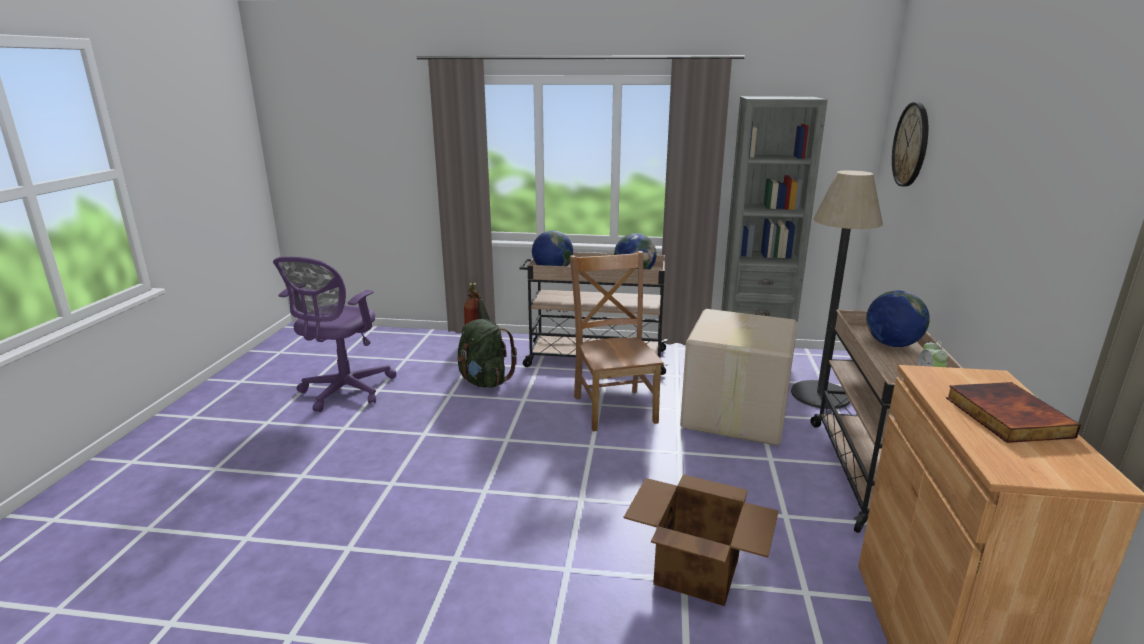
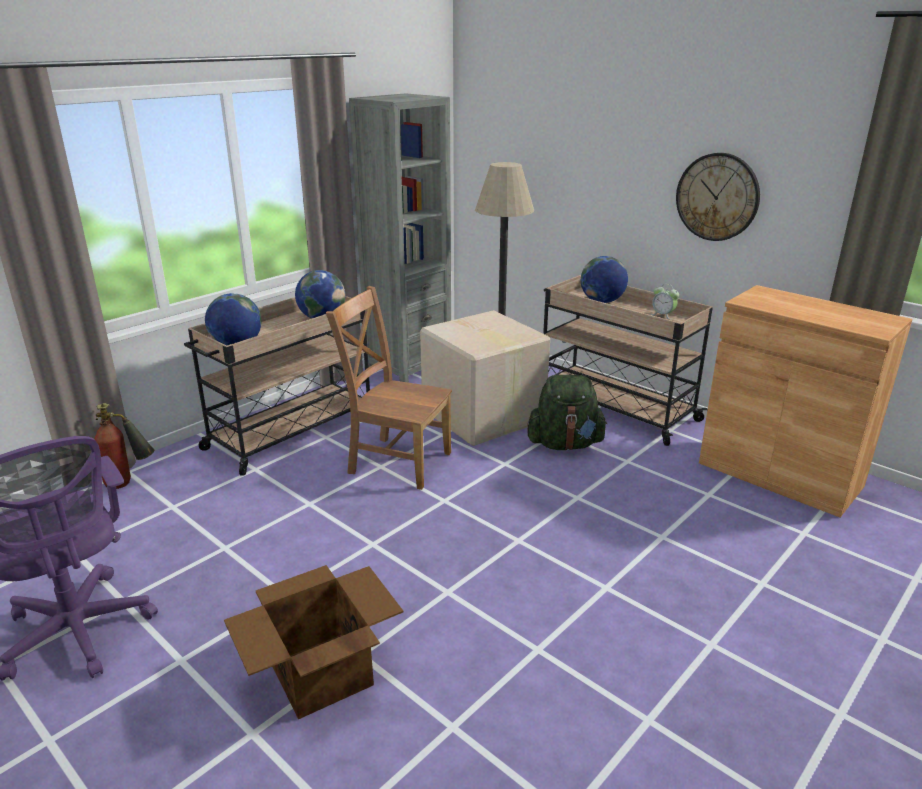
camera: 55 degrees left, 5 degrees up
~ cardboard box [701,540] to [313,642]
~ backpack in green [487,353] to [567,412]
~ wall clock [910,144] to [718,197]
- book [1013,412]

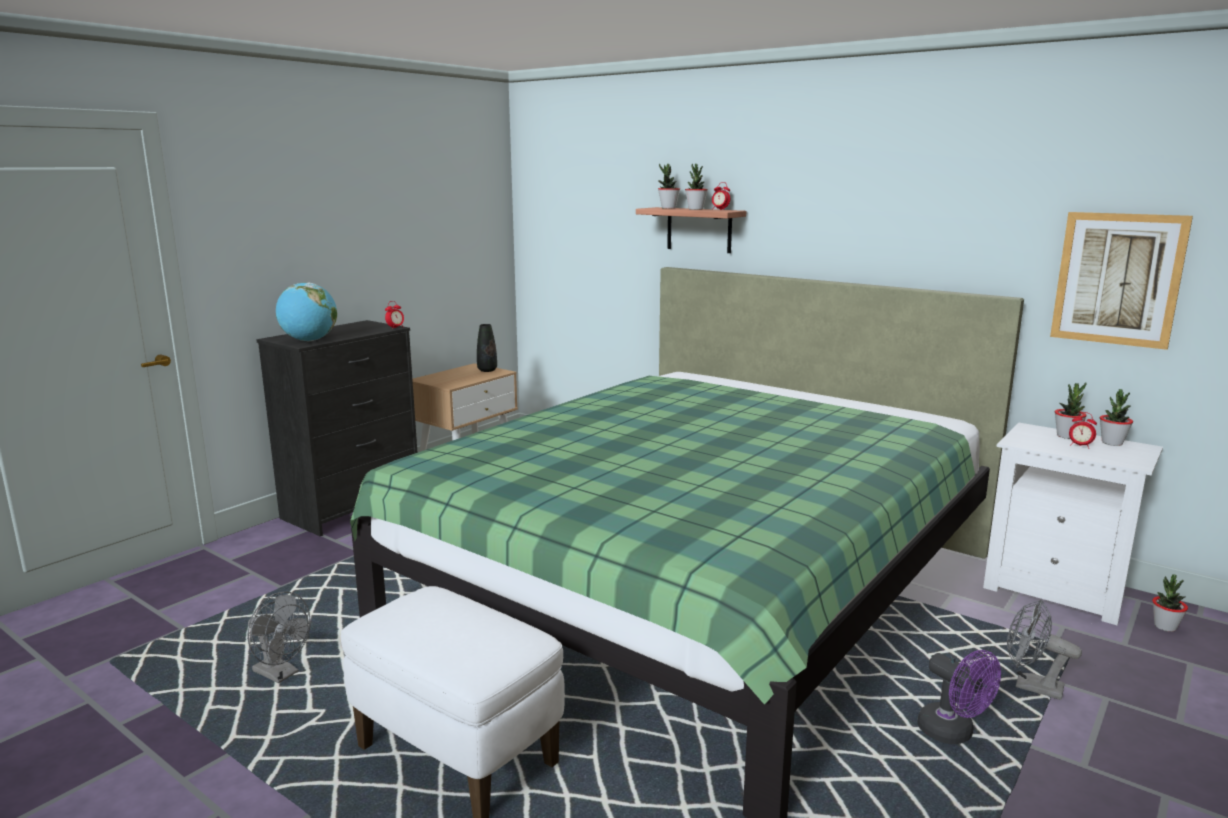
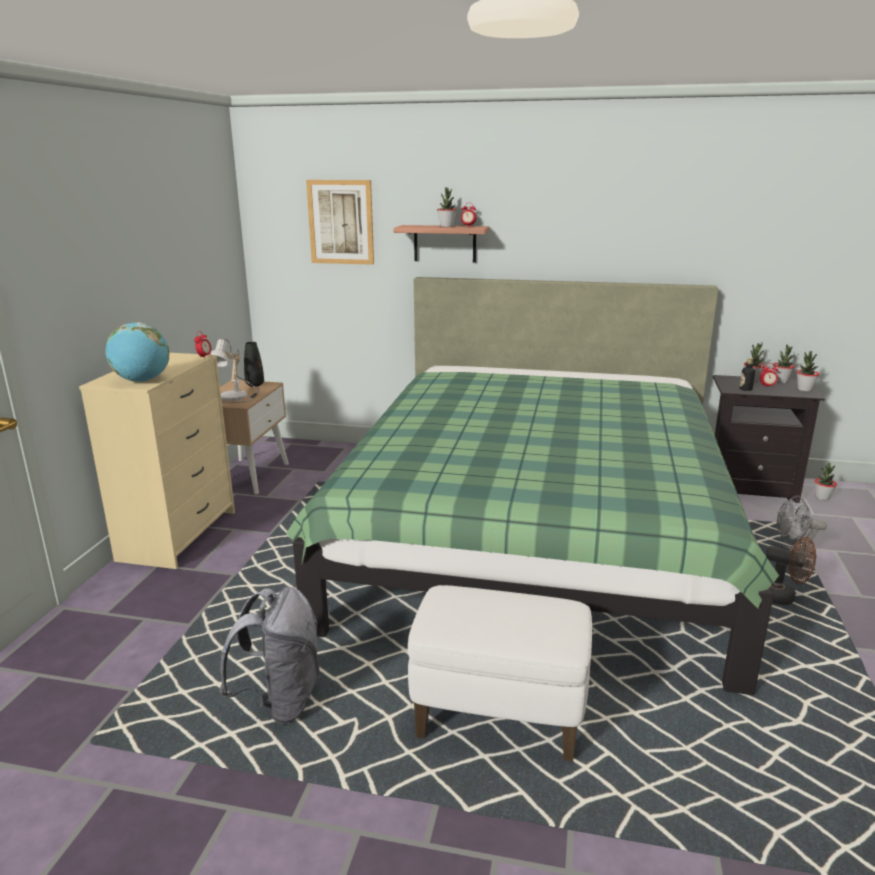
camera: 25 degrees left, 5 degrees up
~ dresser in black [337,428] to dresser in beige [157,461]
+ table lamp [234,371]
~ fan in grey [278,637] to backpack in grey [269,655]
~ picture [1121,281] to [340,222]
~ nightstand in white [1073,524] to nightstand in black [769,439]
+ bottle [747,374]
~ fan in purple [959,697] to fan in brown [791,571]
~ potted plant [669,186] to [808,371]

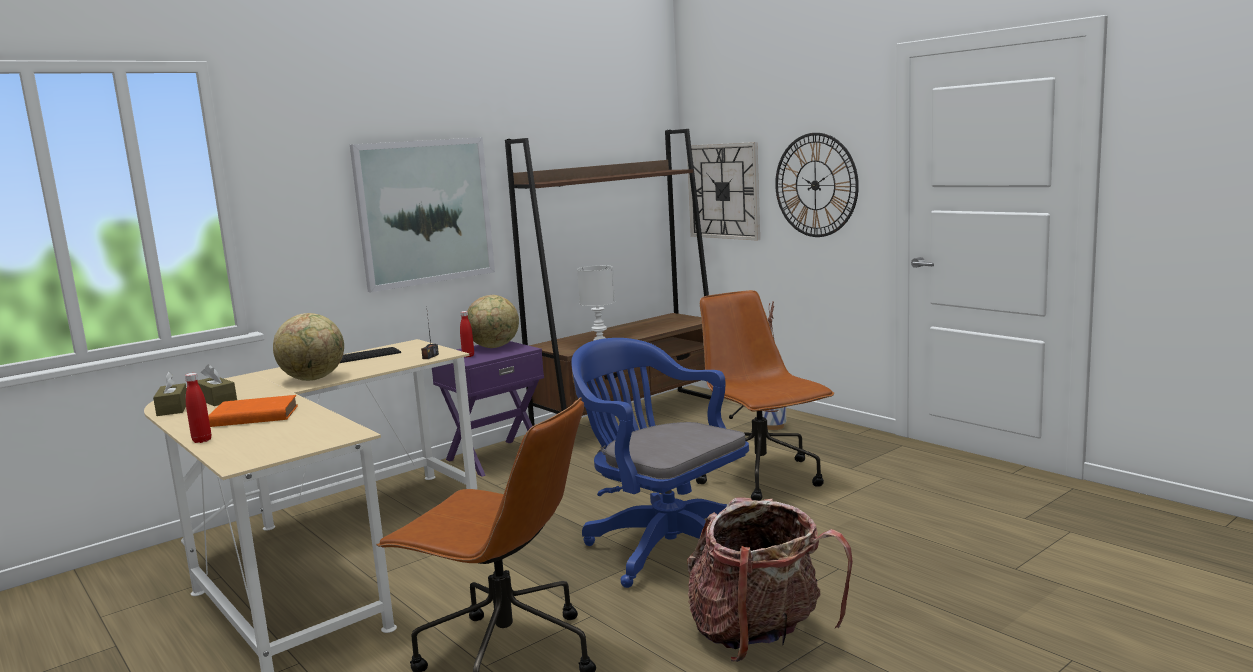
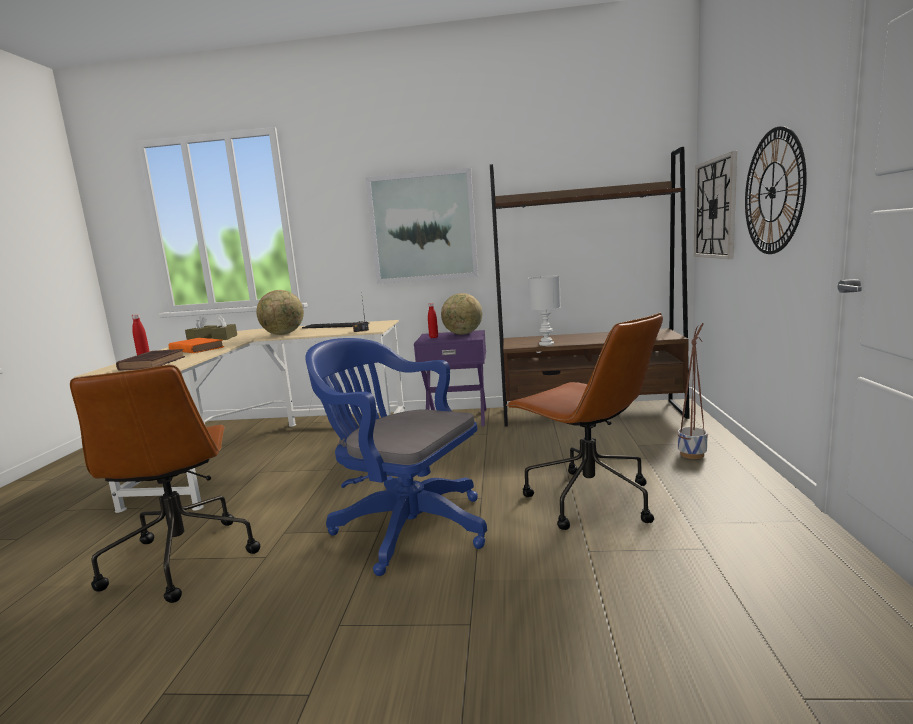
camera: 45 degrees right, 0 degrees up
+ book in brown [150,360]
~ office chair in blue [660,463] = [396,457] 60 degrees counterclockwise
~ office chair in brown [765,395] = [584,421] 120 degrees clockwise
- backpack [770,579]

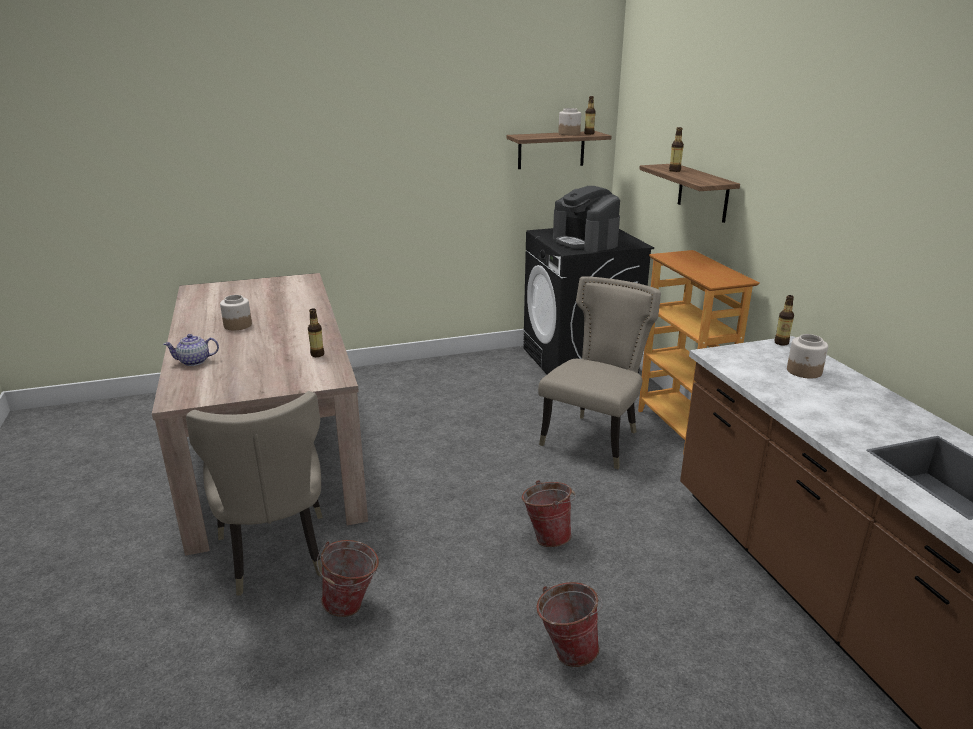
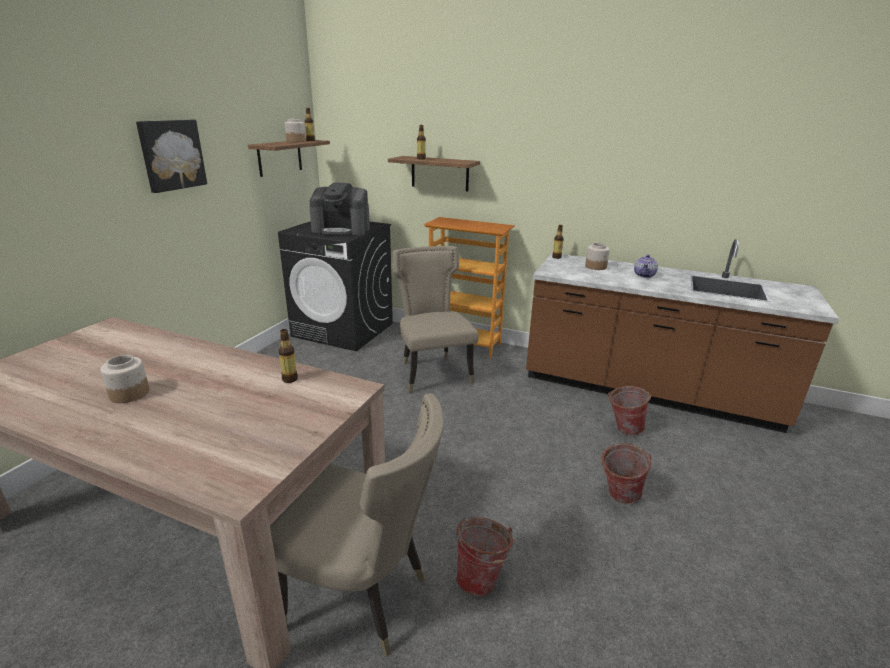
camera: 50 degrees left, 0 degrees up
+ picture [171,156]
~ bucket [549,513] to [629,410]
~ teapot [191,350] to [646,266]

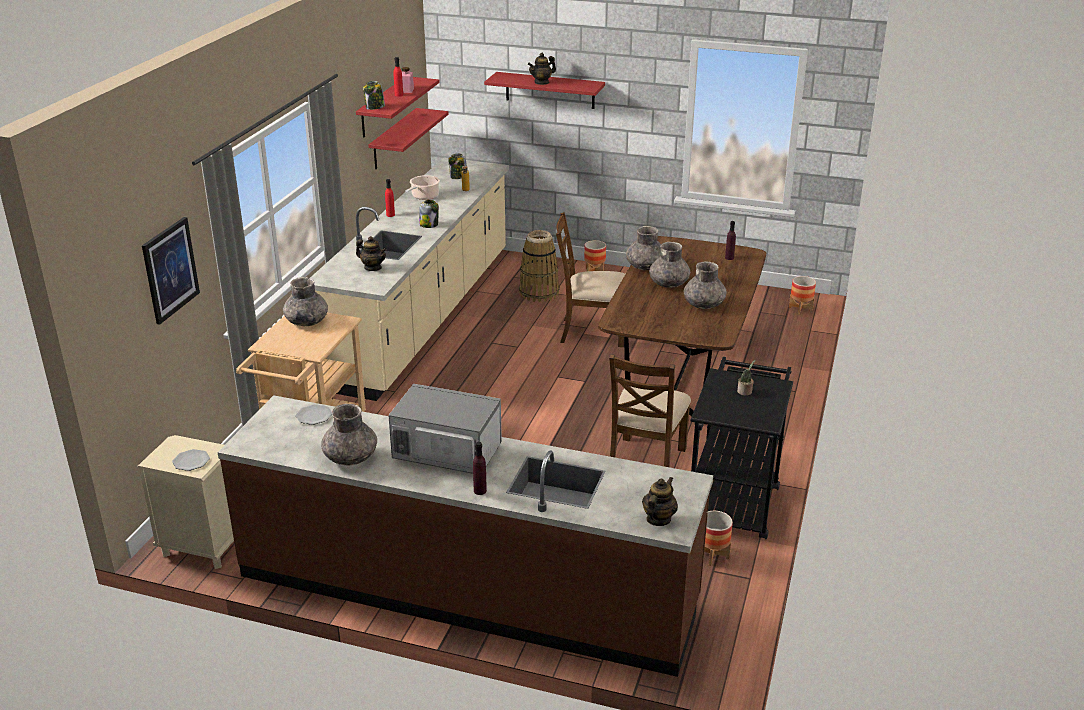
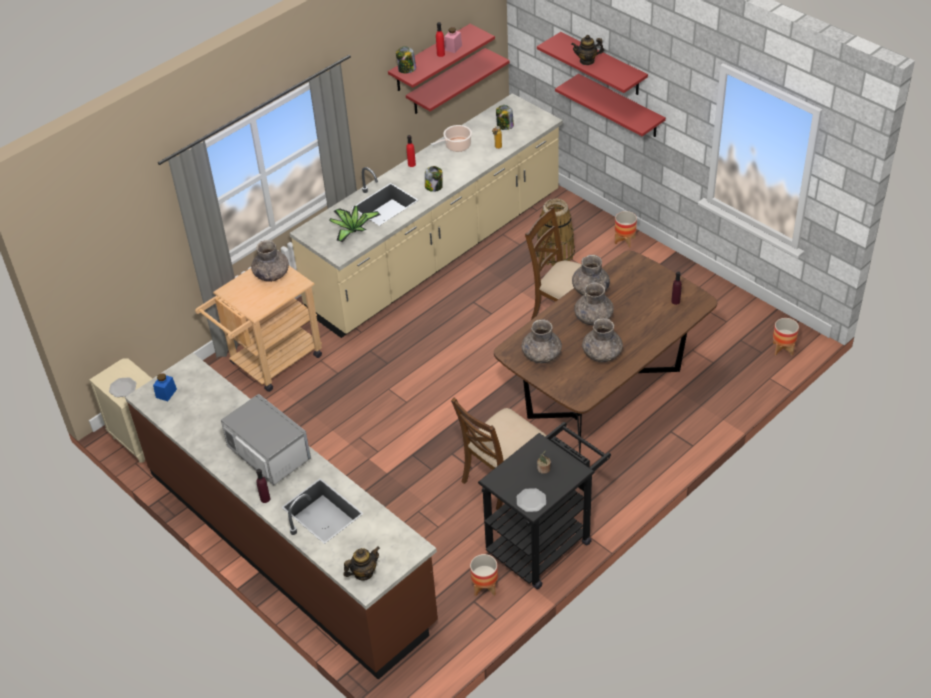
camera: 30 degrees right, 15 degrees up
+ jar in blue [165,387]
~ teapot [371,253] to potted plant [354,224]
~ plate [314,414] to [531,500]
~ vase in grey [349,434] to [542,341]
+ shelf in red [610,105]
- picture [171,270]

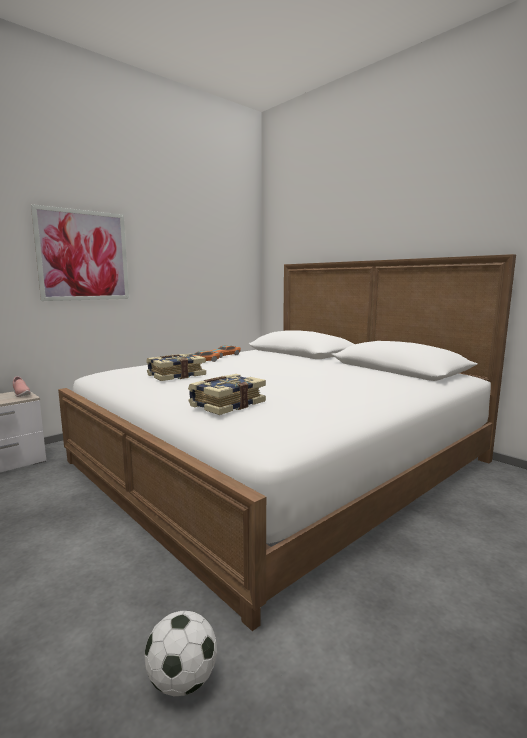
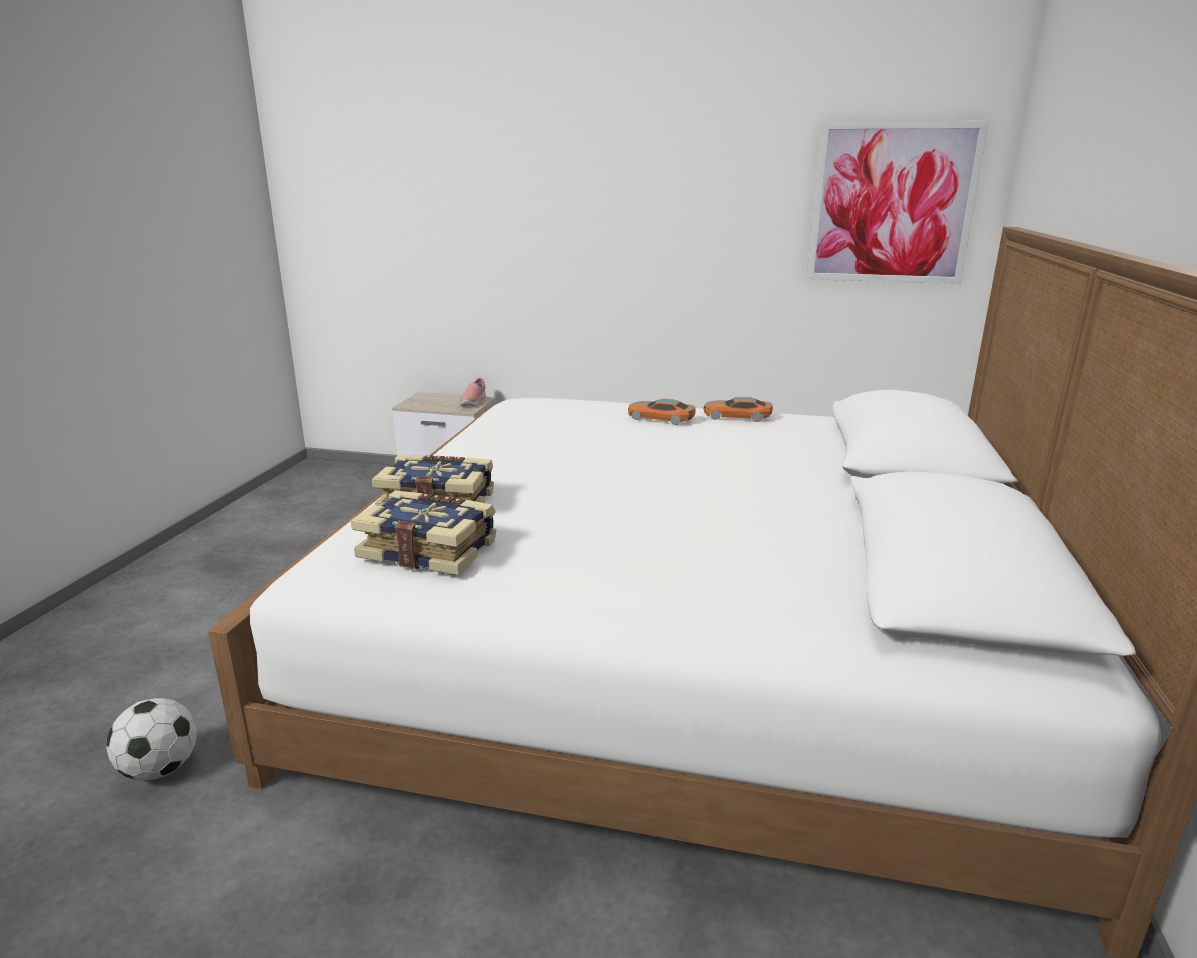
camera: 55 degrees right, 10 degrees up
~ book [176,367] to [423,533]
~ picture [80,252] to [898,202]

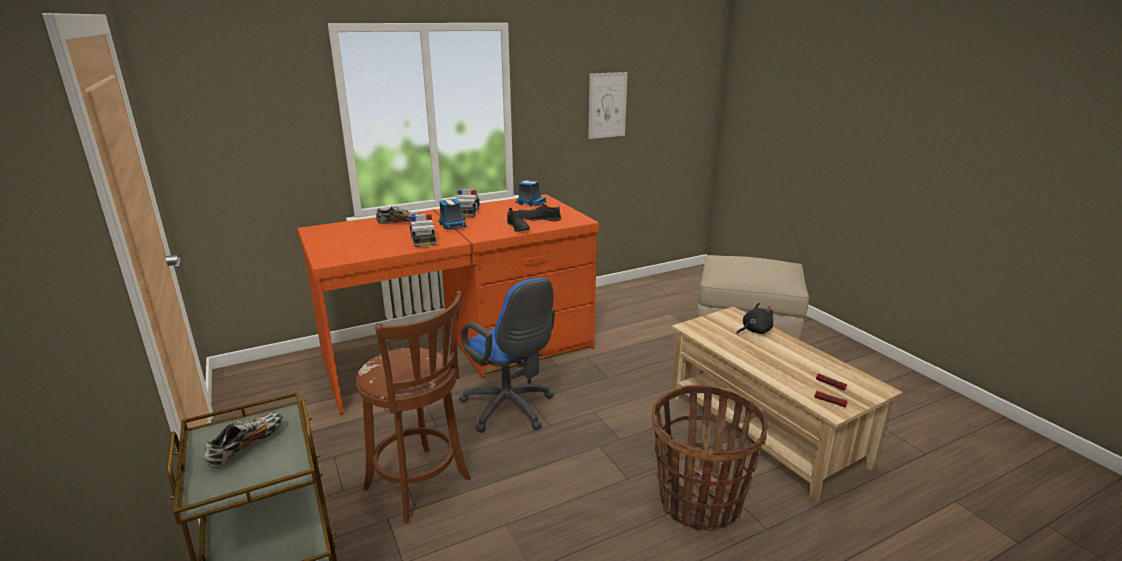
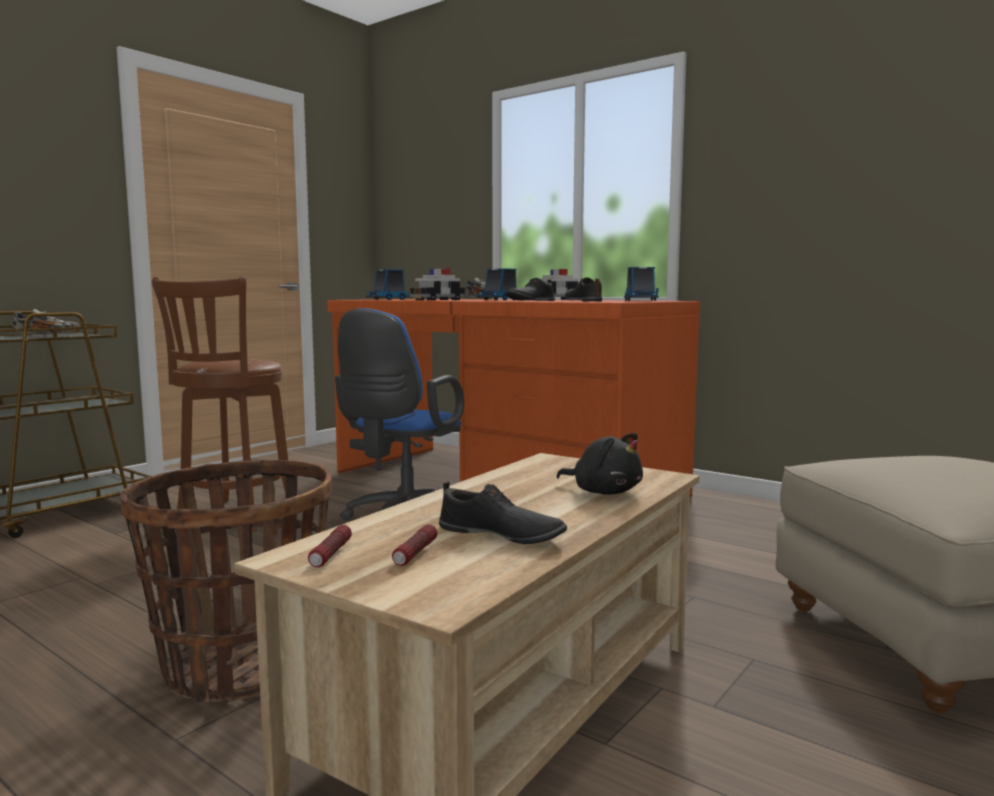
camera: 65 degrees right, 15 degrees down
+ toy truck [388,284]
+ shoe in black [503,512]
- picture [608,105]

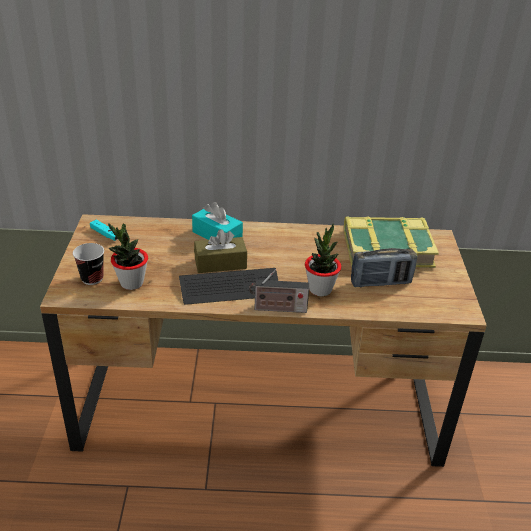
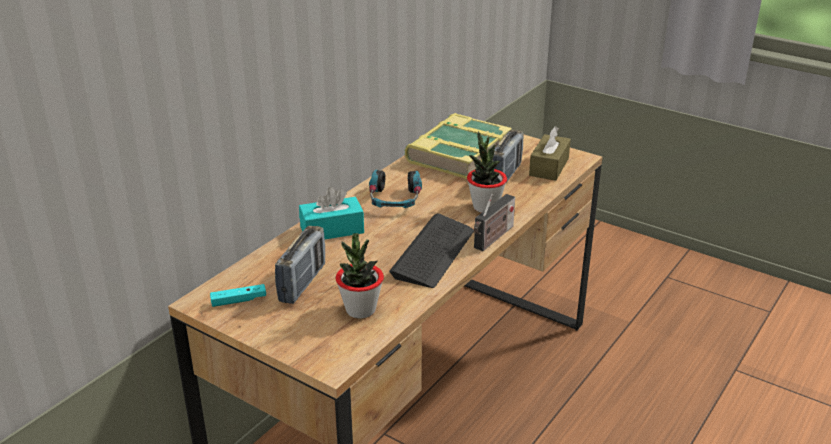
camera: 55 degrees left, 5 degrees down
+ radio [300,265]
+ headphones [395,189]
~ tissue box in brown [220,251] to [550,153]
- cup [88,264]

